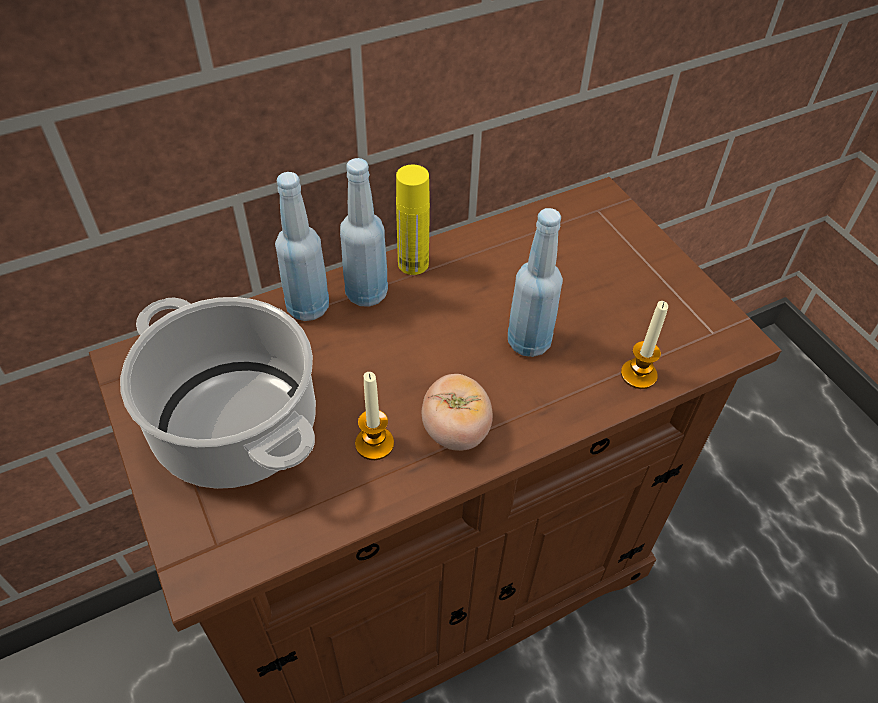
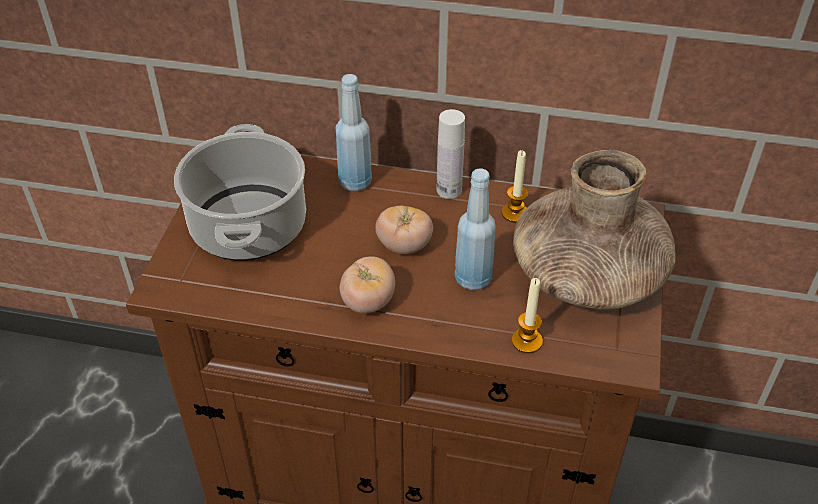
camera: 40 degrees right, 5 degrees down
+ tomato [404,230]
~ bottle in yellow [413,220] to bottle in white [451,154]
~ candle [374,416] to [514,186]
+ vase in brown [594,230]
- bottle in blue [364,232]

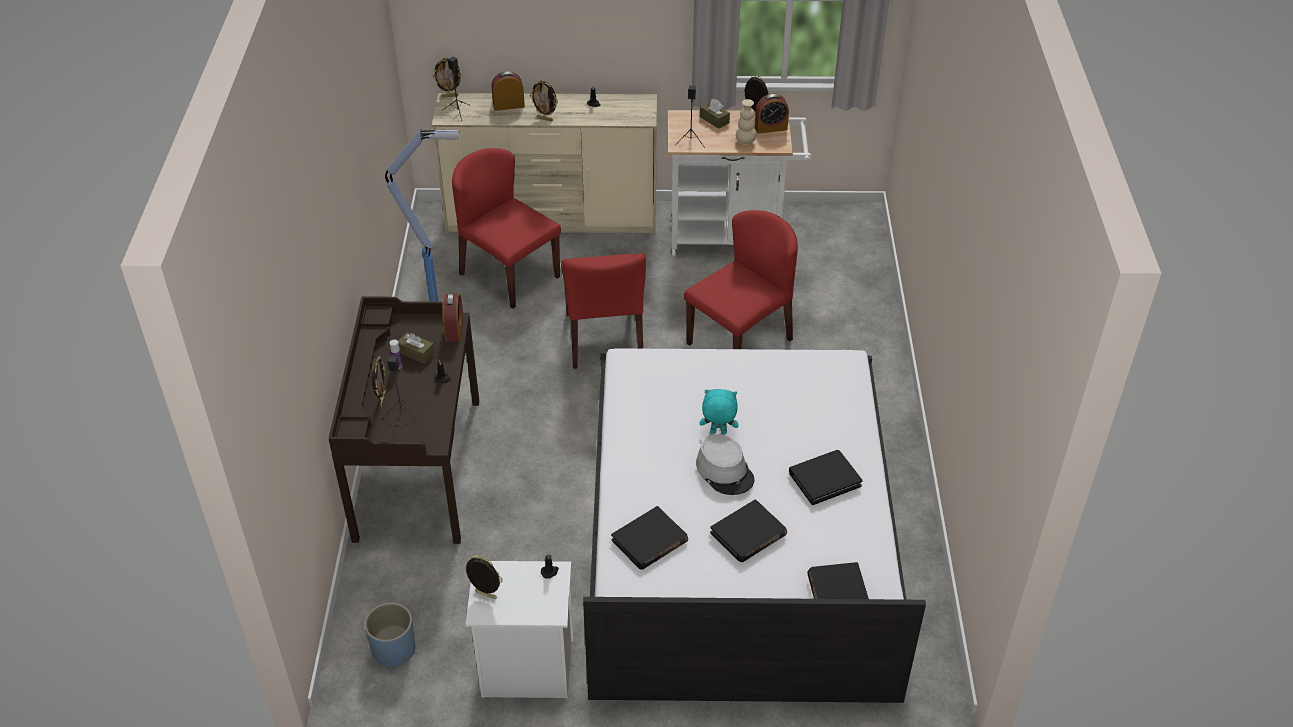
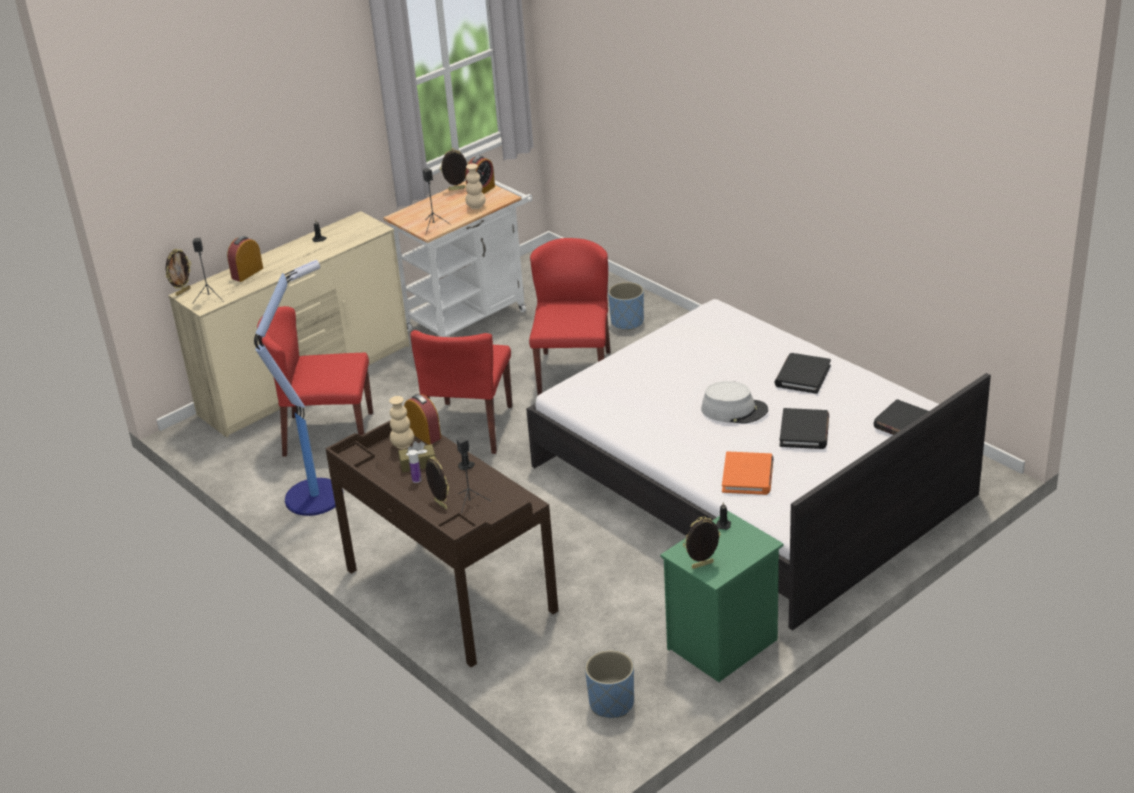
camera: 40 degrees left, 10 degrees down
+ vase in beige [401,422]
~ chair in red [603,311] = [462,392] 60 degrees clockwise
+ planter in blue [626,306]
~ nightstand in white [519,629] to nightstand in green [722,596]
~ book in black [649,538] to book in orange [748,473]
- picture frame [544,100]
- tissue box in brown [715,114]
- plush toy in turquoise [719,411]

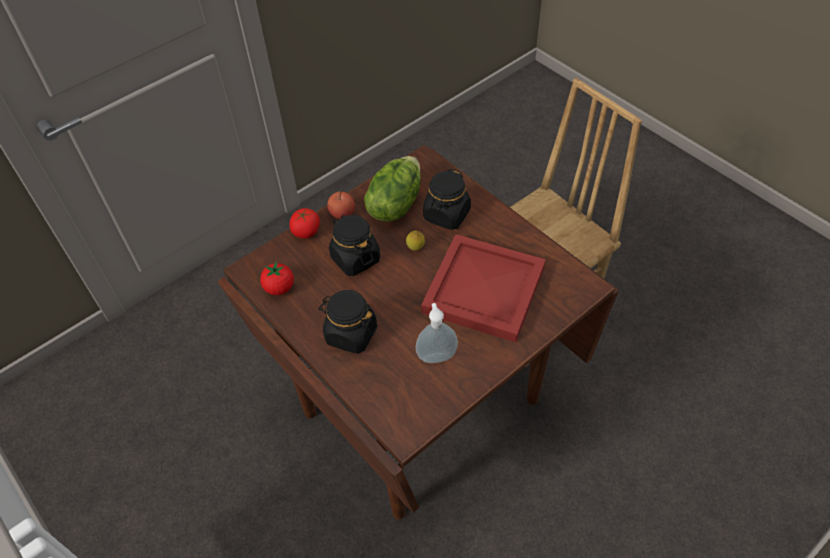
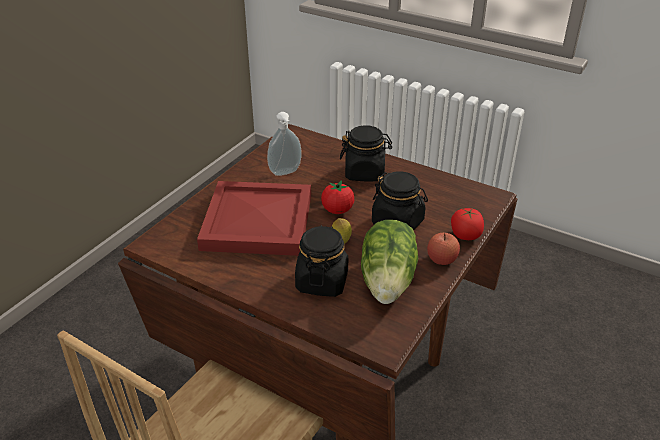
camera: 160 degrees right, 15 degrees down
~ tomato [277,278] to [337,197]

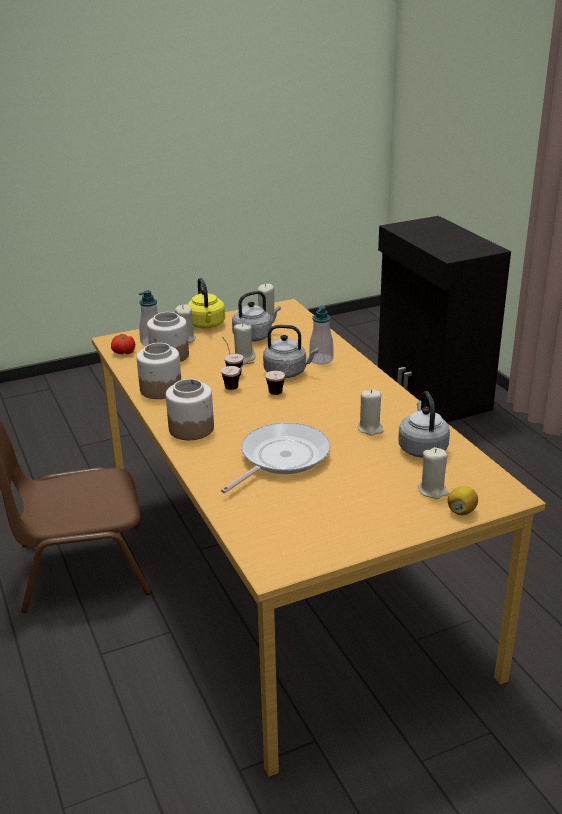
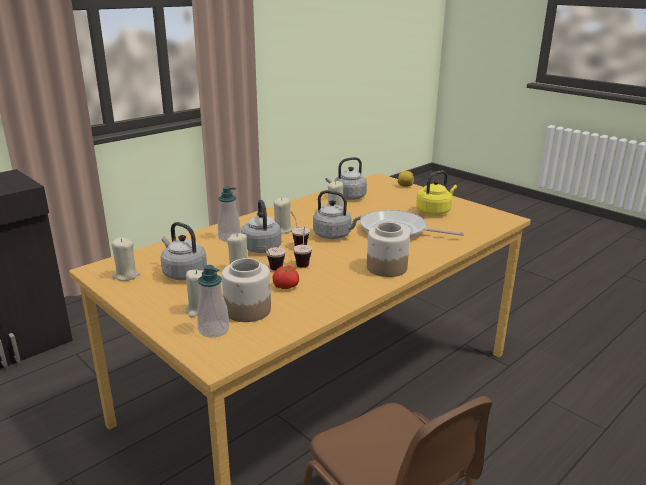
camera: 110 degrees left, 5 degrees down
~ tomato [123,344] to [285,277]
~ candle in beige [433,473] to [283,215]
+ kettle in grey [337,214]
~ kettle in yellow [206,303] to [436,193]
- jar [159,371]

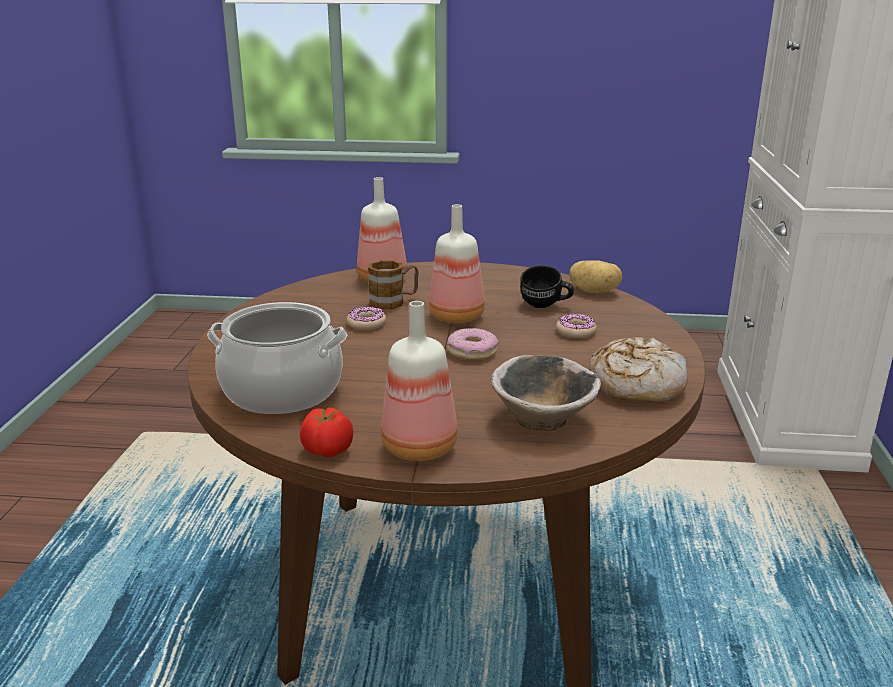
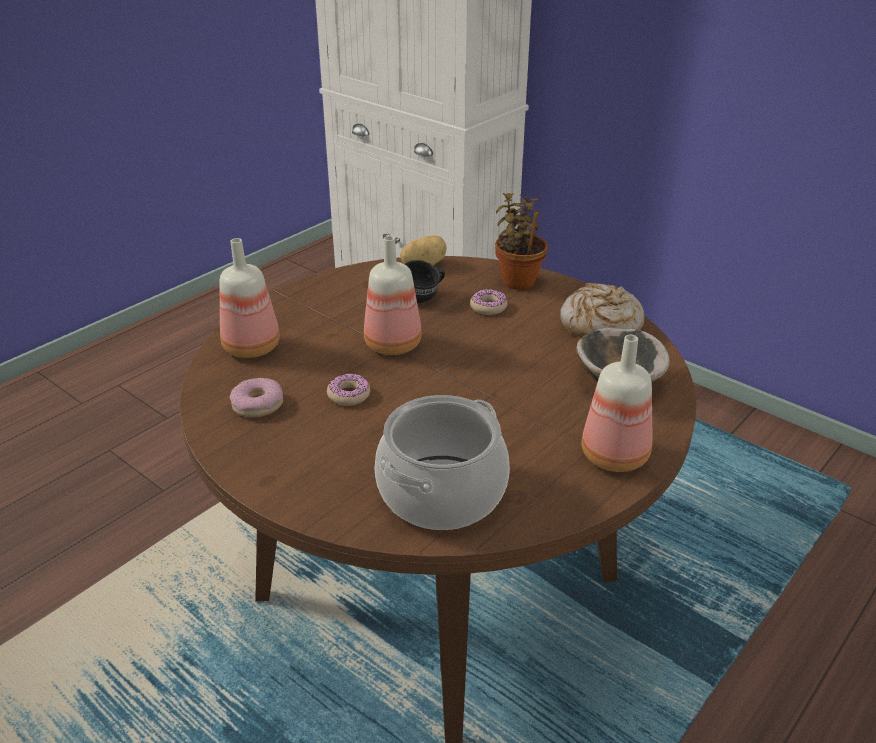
camera: 55 degrees left, 10 degrees up
~ donut [472,344] to [256,397]
+ potted plant [521,241]
- tomato [326,432]
- mug [393,284]

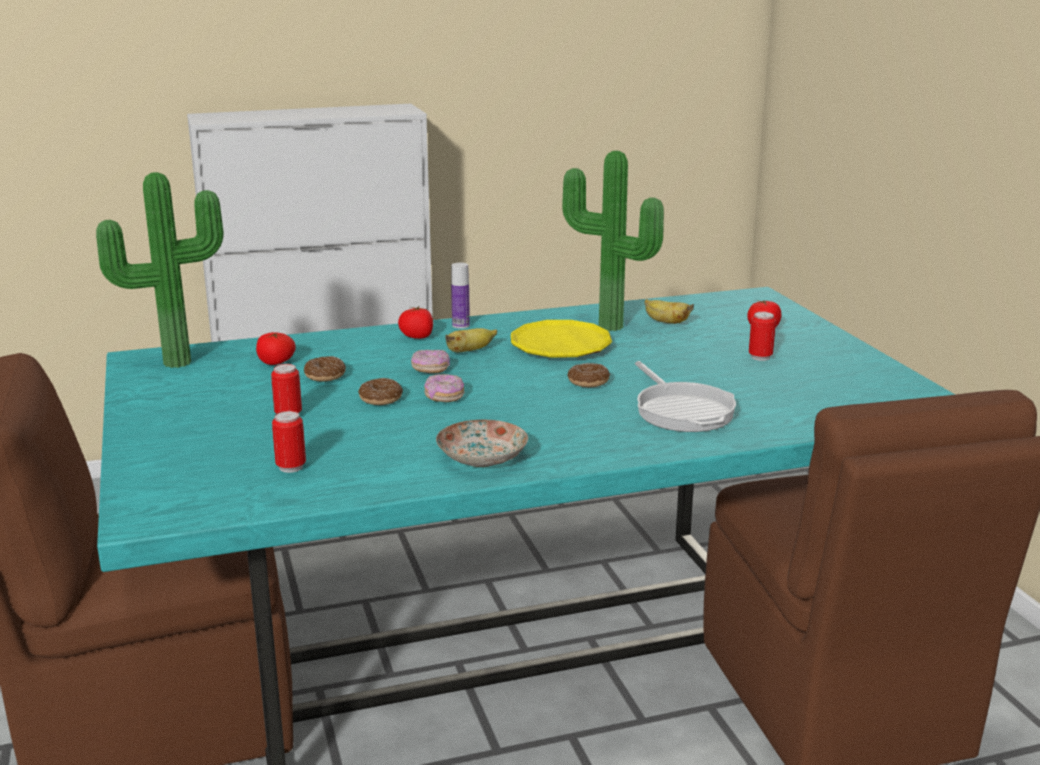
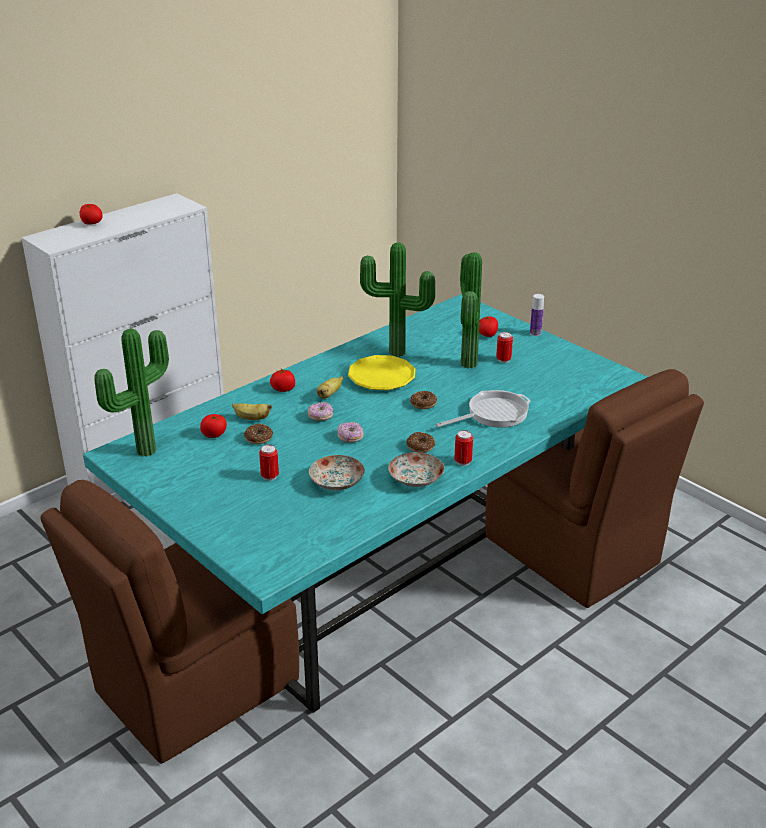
camera: 25 degrees left, 10 degrees up
+ tomato [91,214]
~ banana [669,311] to [252,411]
+ plate [337,472]
~ donut [380,391] to [420,442]
~ frying pan [685,396] = [483,408] 75 degrees counterclockwise
~ can [289,442] to [463,448]
+ potted plant [471,310]
~ bottle [460,296] to [537,315]

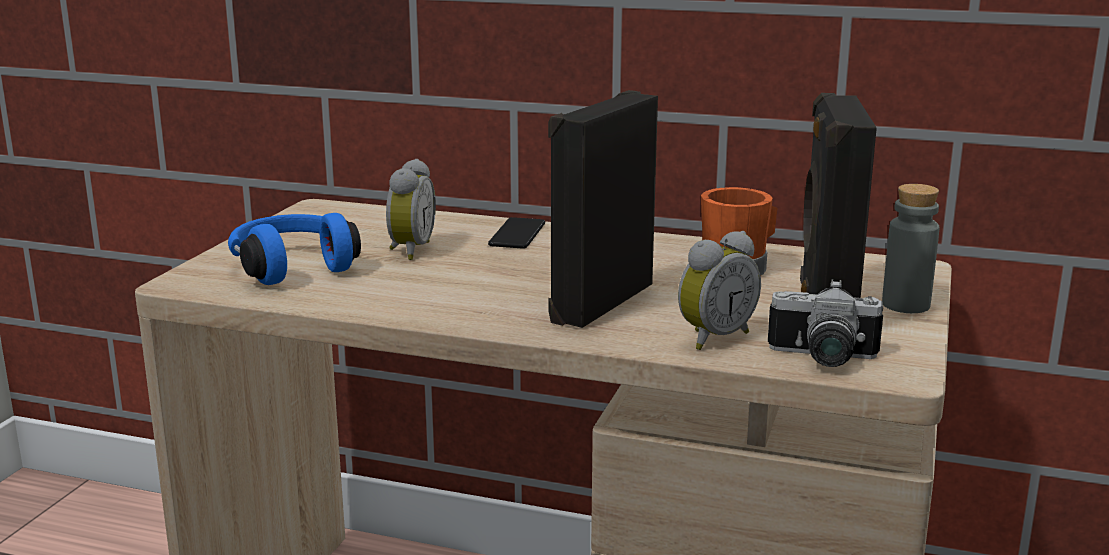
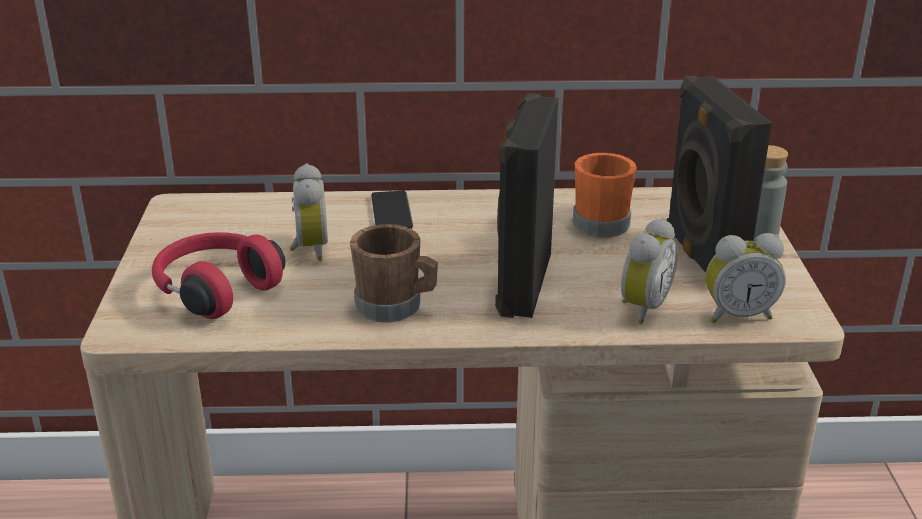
camera: 20 degrees left, 10 degrees up
~ headphones in blue [294,249] to headphones in red [218,275]
+ mug in brown [394,273]
~ photo camera [825,323] to alarm clock [746,278]

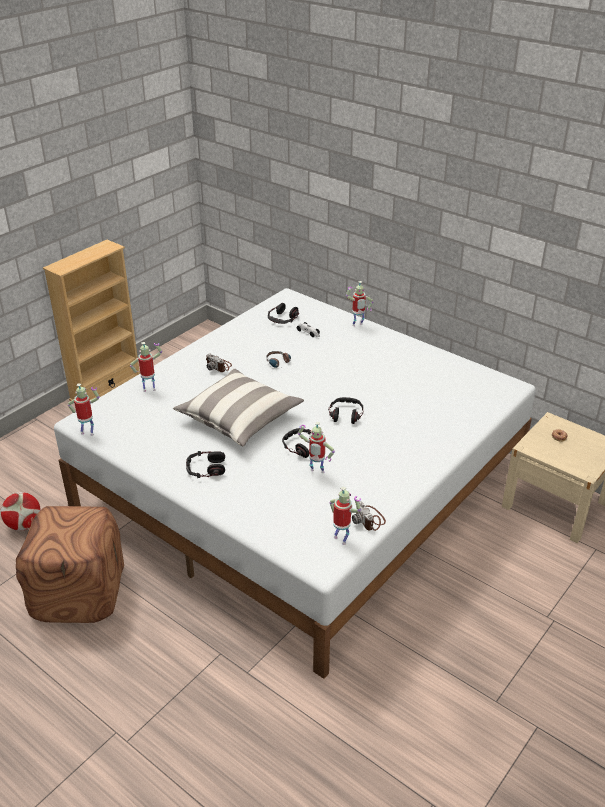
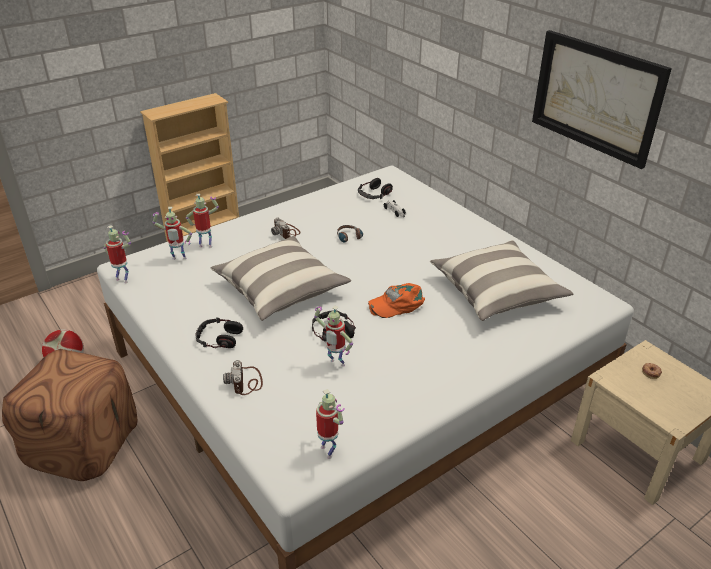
camera: 15 degrees right, 0 degrees up
~ toy robot [359,303] to [172,233]
~ photo camera [369,516] to [243,377]
~ headphones [345,410] to cap in orange [396,300]
+ pillow [501,280]
+ picture [602,99]

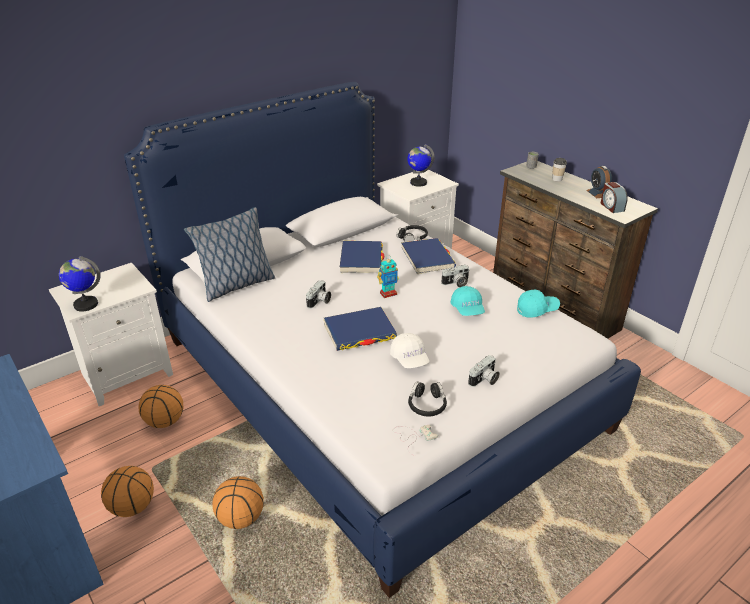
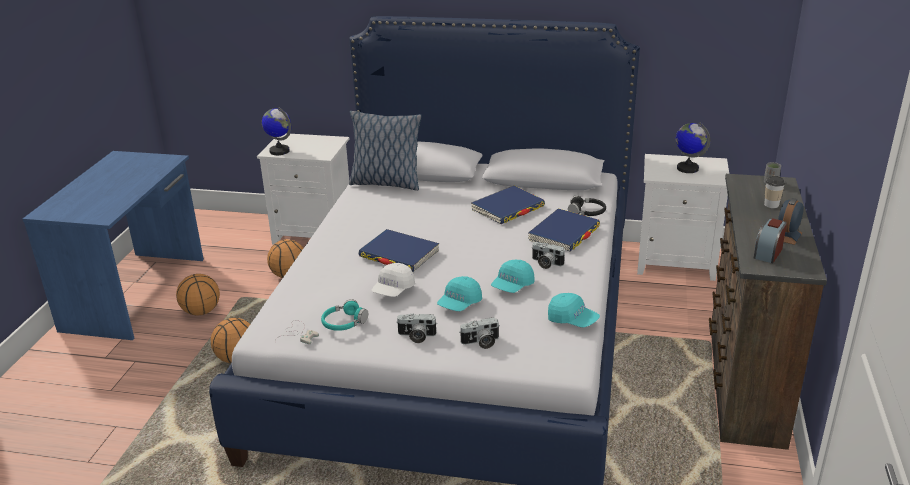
camera: 50 degrees right, 5 degrees down
~ headphones in black [427,399] to headphones in turquoise [344,315]
+ cap in turquoise [459,293]
~ photo camera [318,294] to [479,333]
- toy robot [388,277]

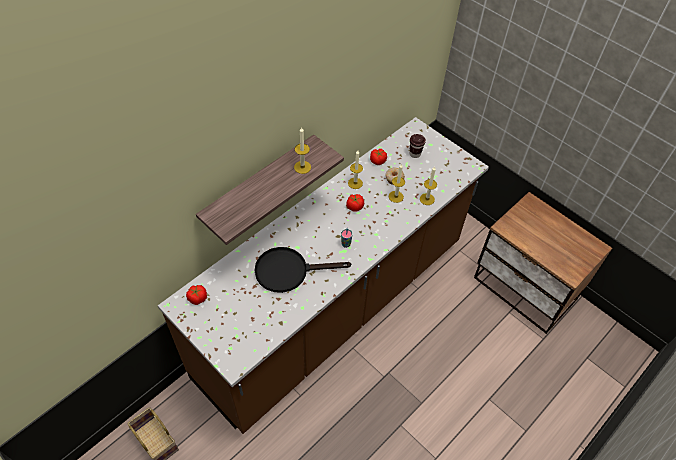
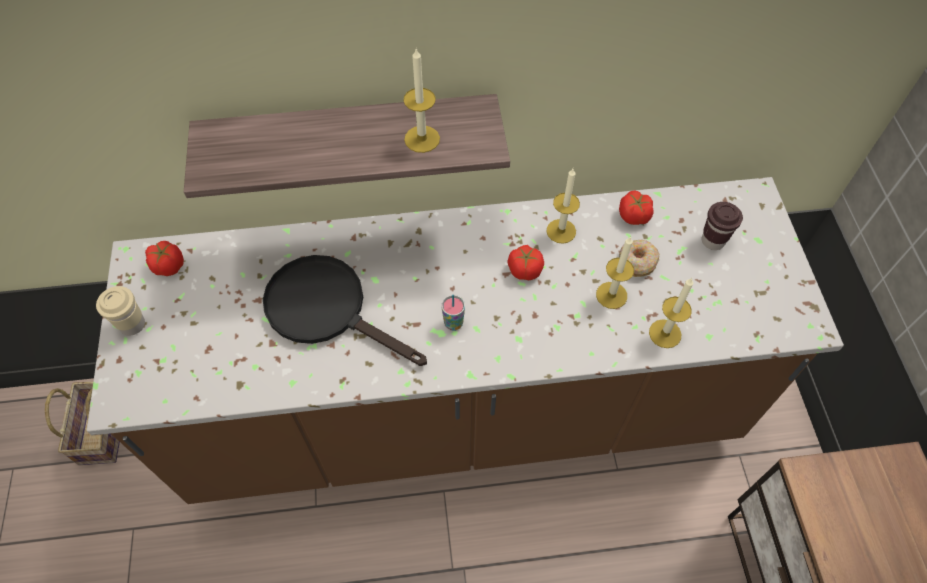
camera: 40 degrees right, 5 degrees up
+ cup in beige [120,311]

